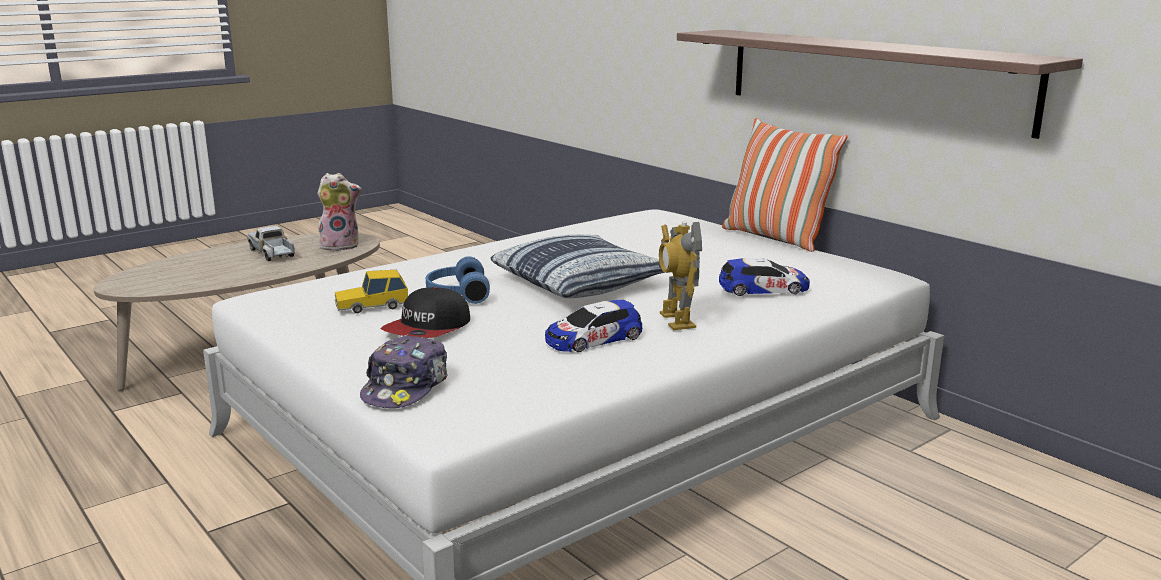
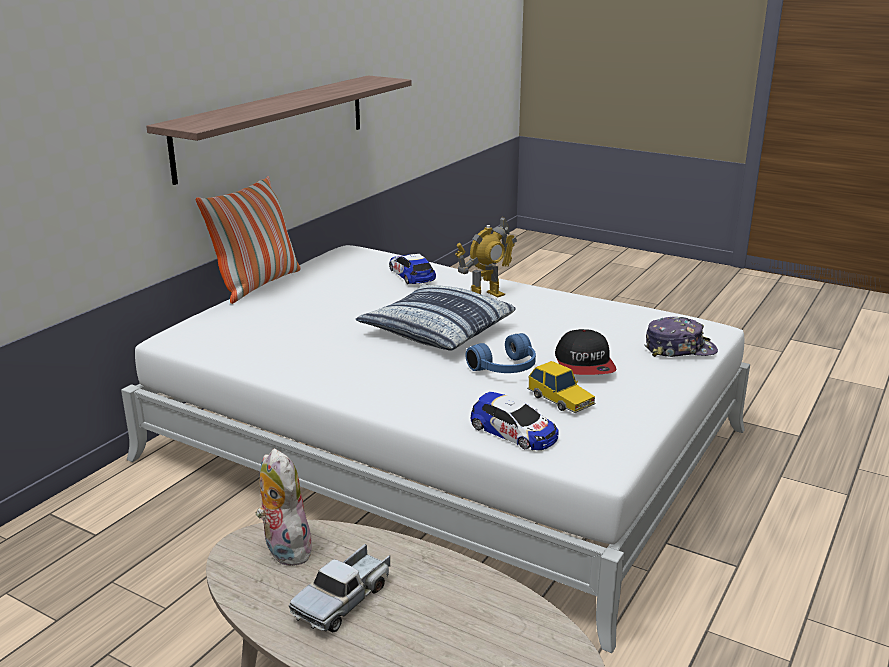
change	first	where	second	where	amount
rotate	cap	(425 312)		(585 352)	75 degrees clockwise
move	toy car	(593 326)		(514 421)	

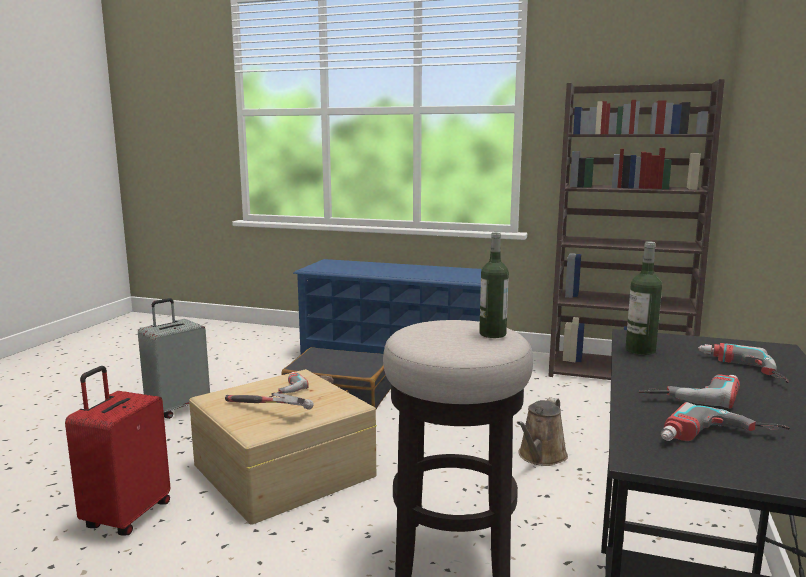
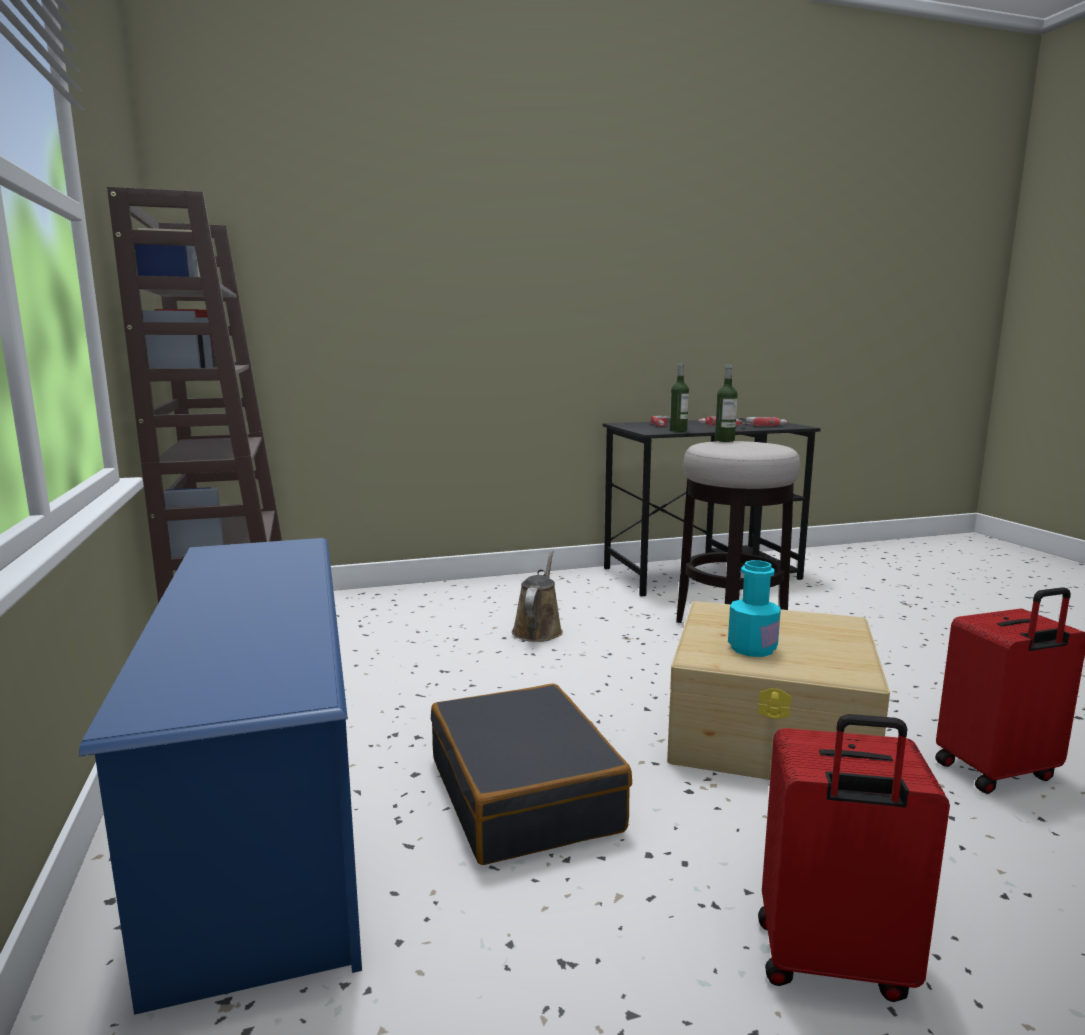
change	first	where	second	where	amount
recolor	suitcase (grey)	(174 358)	suitcase (red)	(854 858)	
replace	power drill	(289 384)	bottle (turquoise)	(754 608)	
delete	hammer	(269 401)			
rotate	watering can (brown)	(542 431)		(537 596)	75 degrees counterclockwise

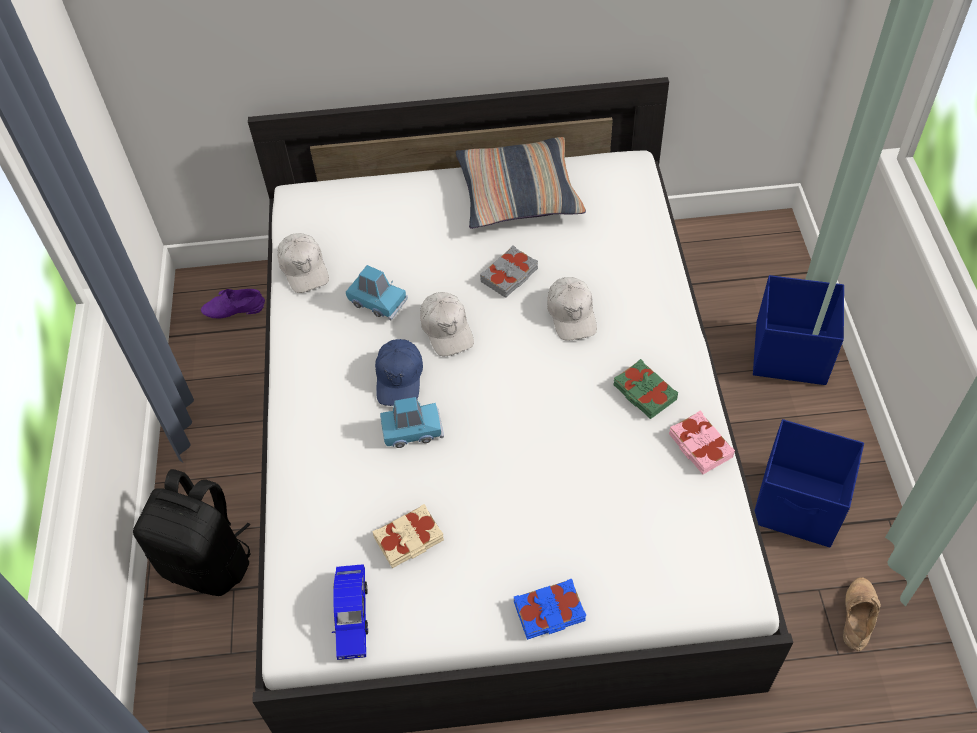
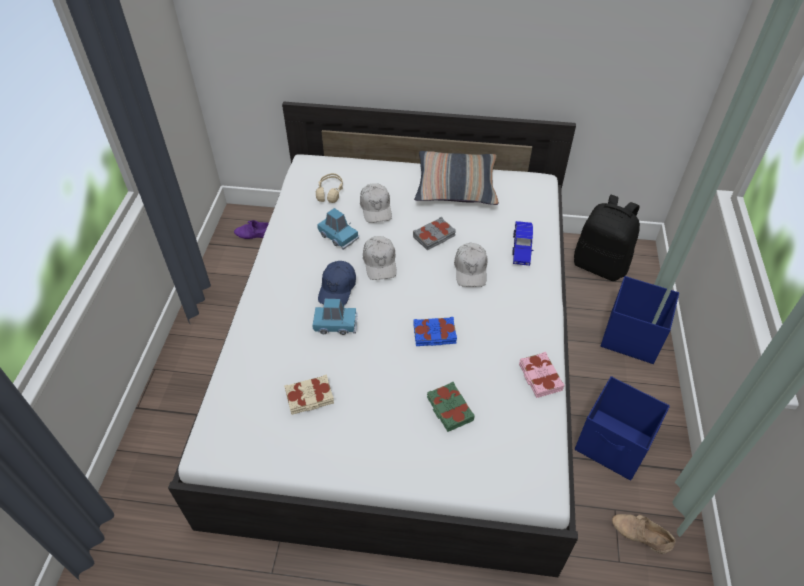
change	first	where	second	where	amount
move	cap (white)	(303 263)		(376 203)	
move	book (green)	(646 389)		(451 407)	
move	backpack (black)	(192 532)		(607 238)	
move	toy car (blue)	(350 612)		(523 243)	
rotate	shoe (beige)	(862 614)		(644 534)	90 degrees counterclockwise
move	book (blue)	(550 609)		(435 331)	
insert			headphones (beige)	(329 188)	

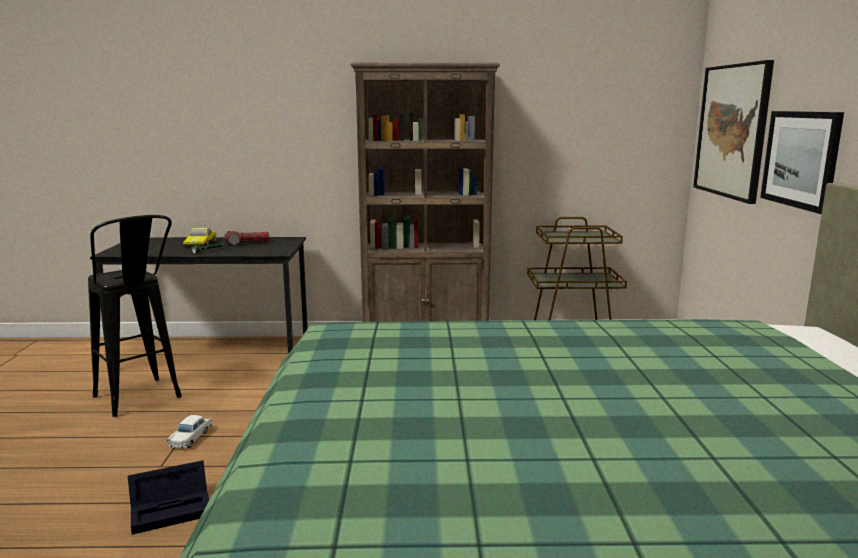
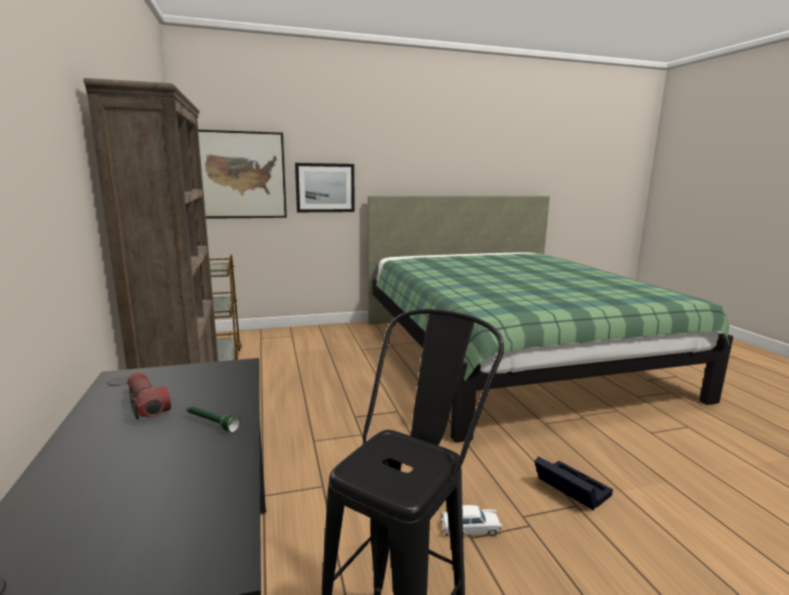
change	first	where	second	where	amount
delete	toy car	(200 237)			

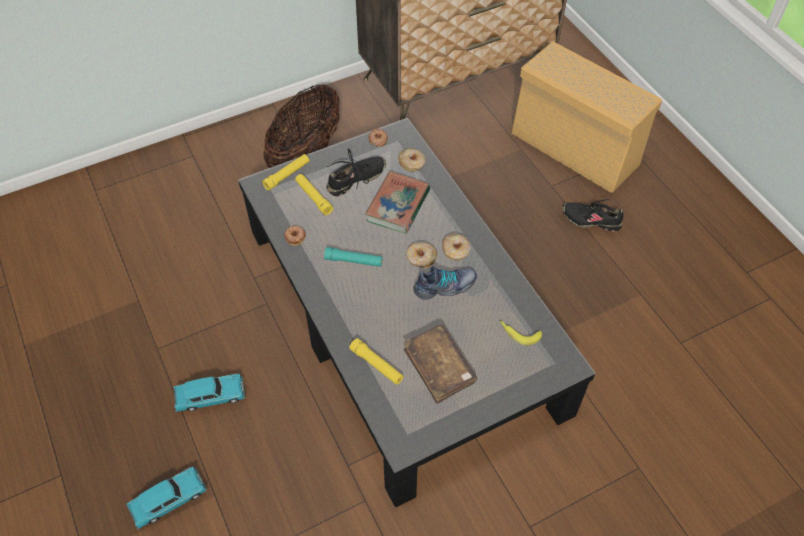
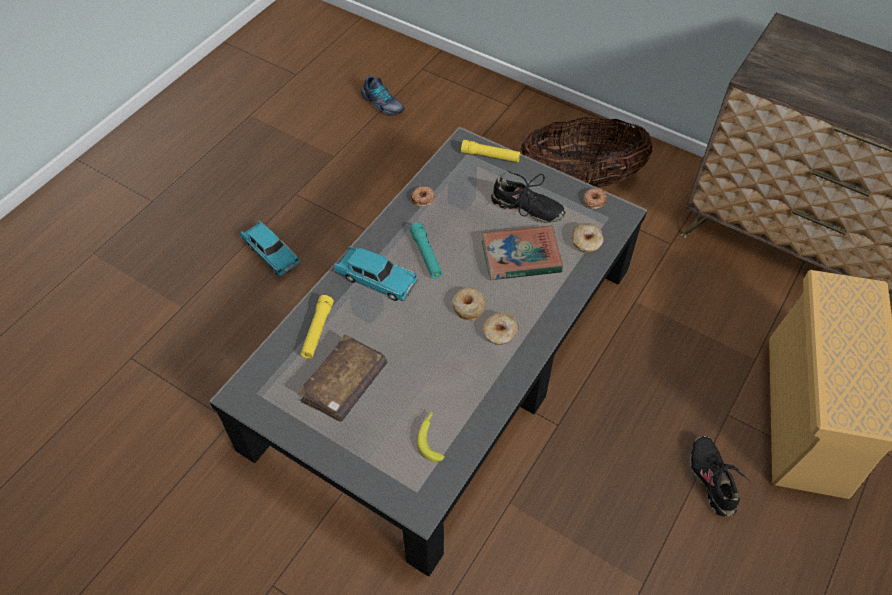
change	first	where	second	where	amount
delete	flashlight (yellow)	(314 194)			
move	shoe	(445 283)		(382 95)	
move	toy car (turquoise)	(167 498)		(376 273)	

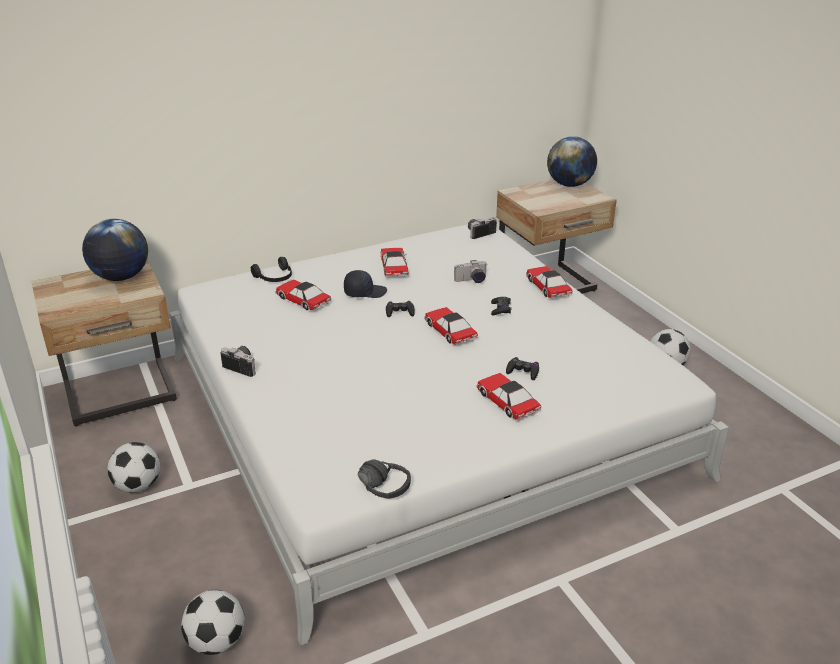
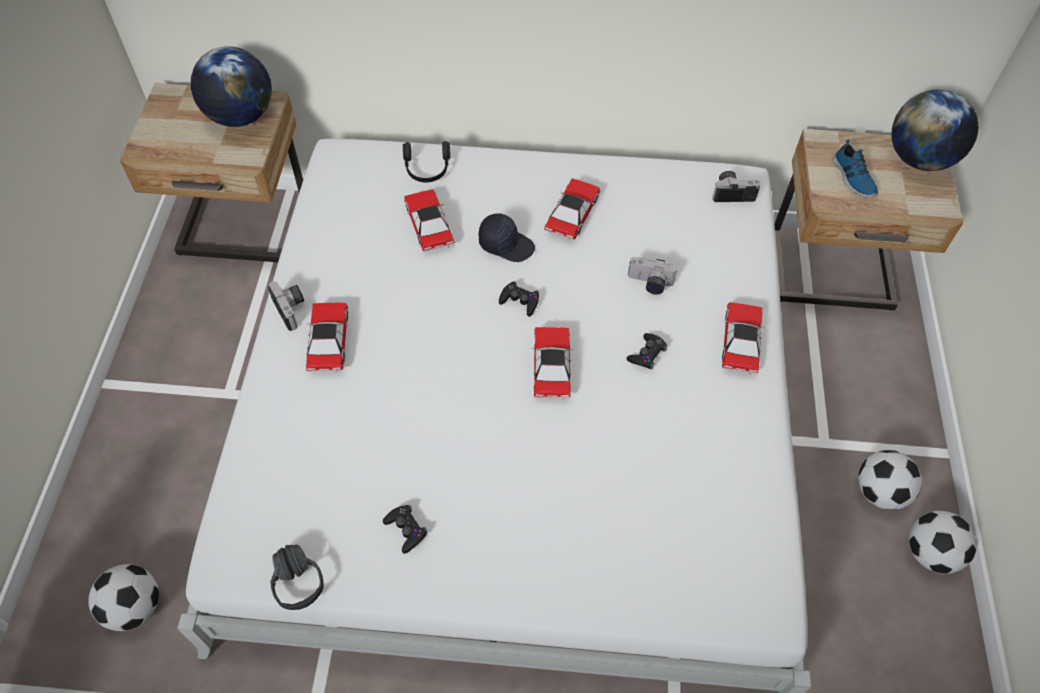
change	first	where	second	where	amount
move	game controller (black)	(522 368)		(405 529)	
move	toy car	(508 396)		(327 337)	
move	football	(133 467)		(943 542)	
insert			shoe	(855 168)	

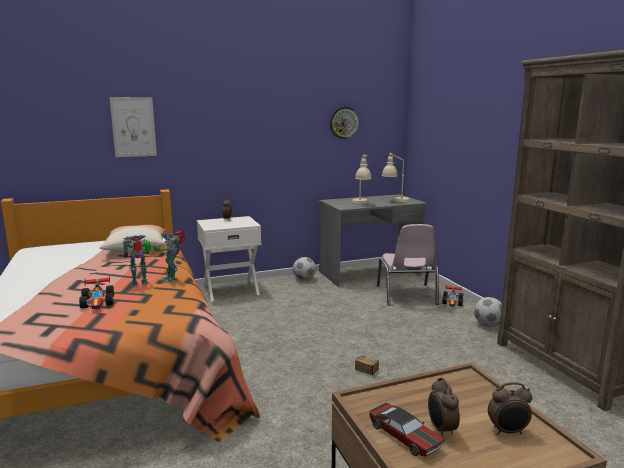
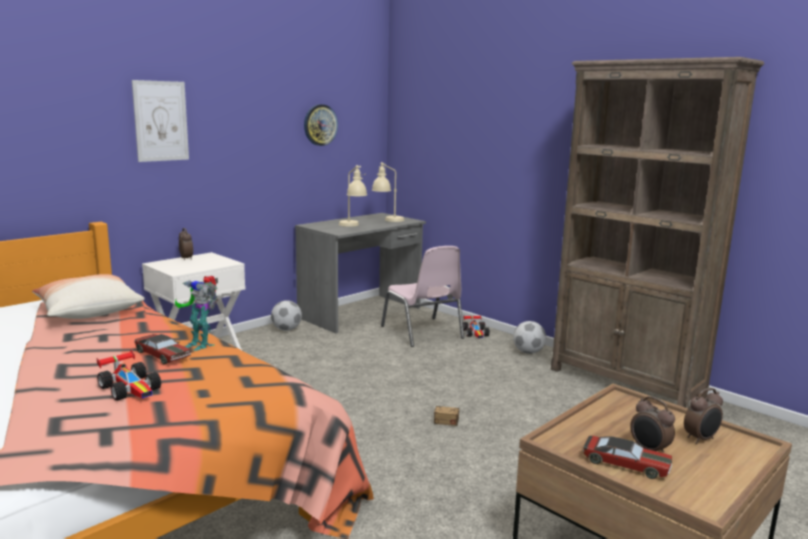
change	first	where	second	where	amount
move	picture	(133 127)		(160 121)	
replace	toy robot	(137 260)	toy car	(163 349)	

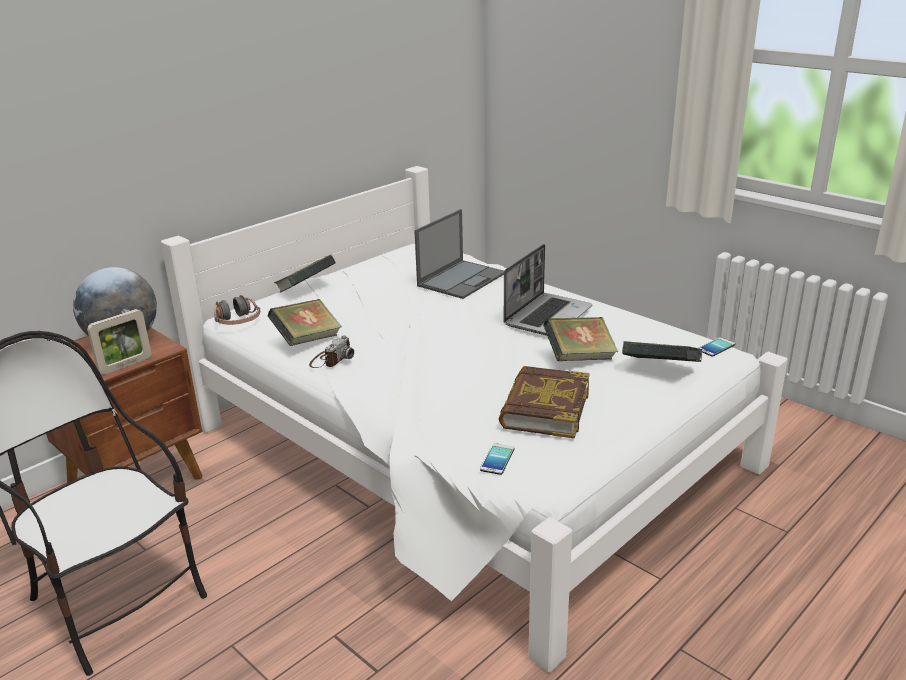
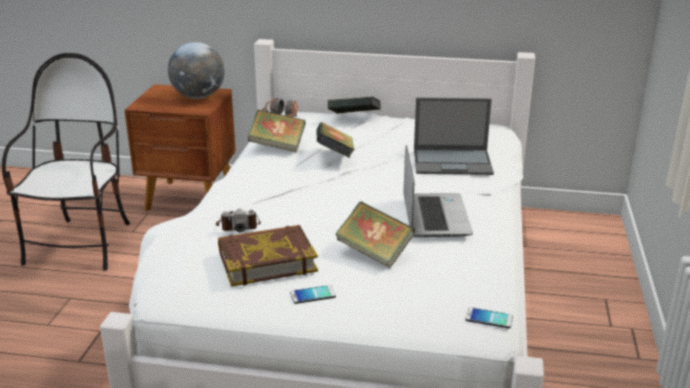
change	first	where	second	where	amount
rotate	laptop	(548 290)		(438 191)	90 degrees counterclockwise
delete	picture frame	(119 342)			
move	photo camera	(331 351)		(238 220)	
move	book	(662 351)		(335 140)	
move	phone	(497 459)		(313 294)	

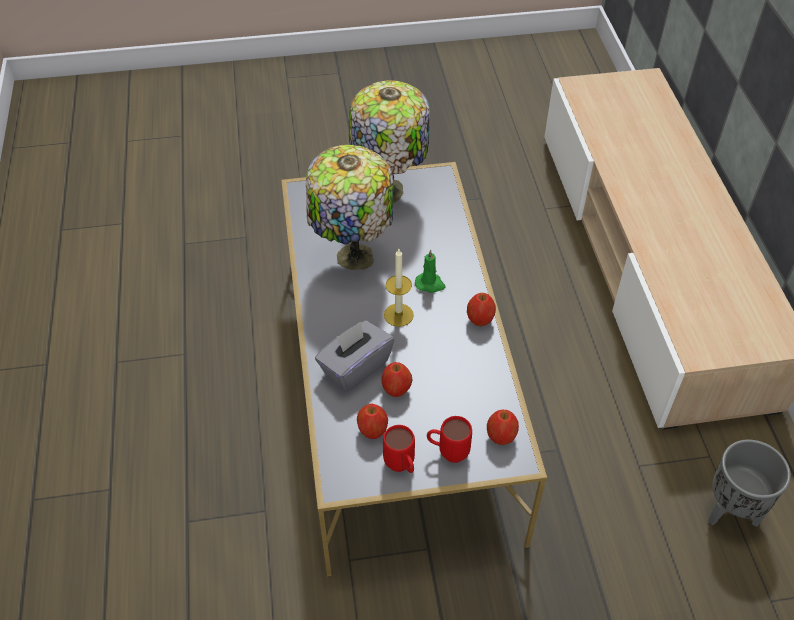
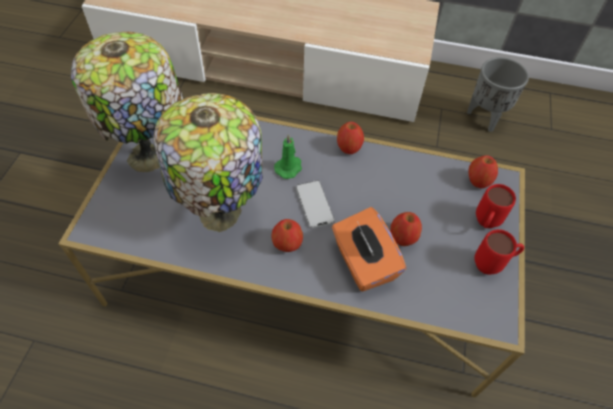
change	first	where	second	where	amount
replace	candle	(399 288)	phone	(315 204)	
recolor	tissue box (grey)	(354 356)	tissue box (orange)	(369 249)	
move	apple	(372 421)		(287 235)	

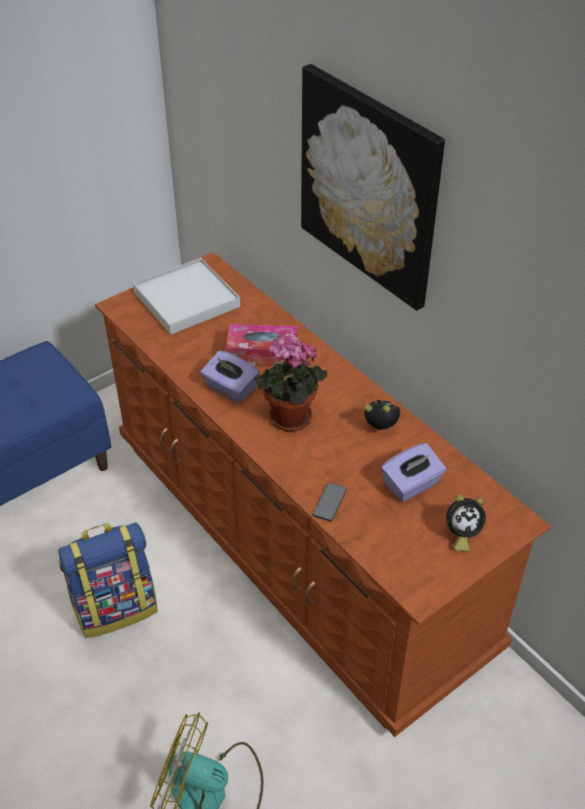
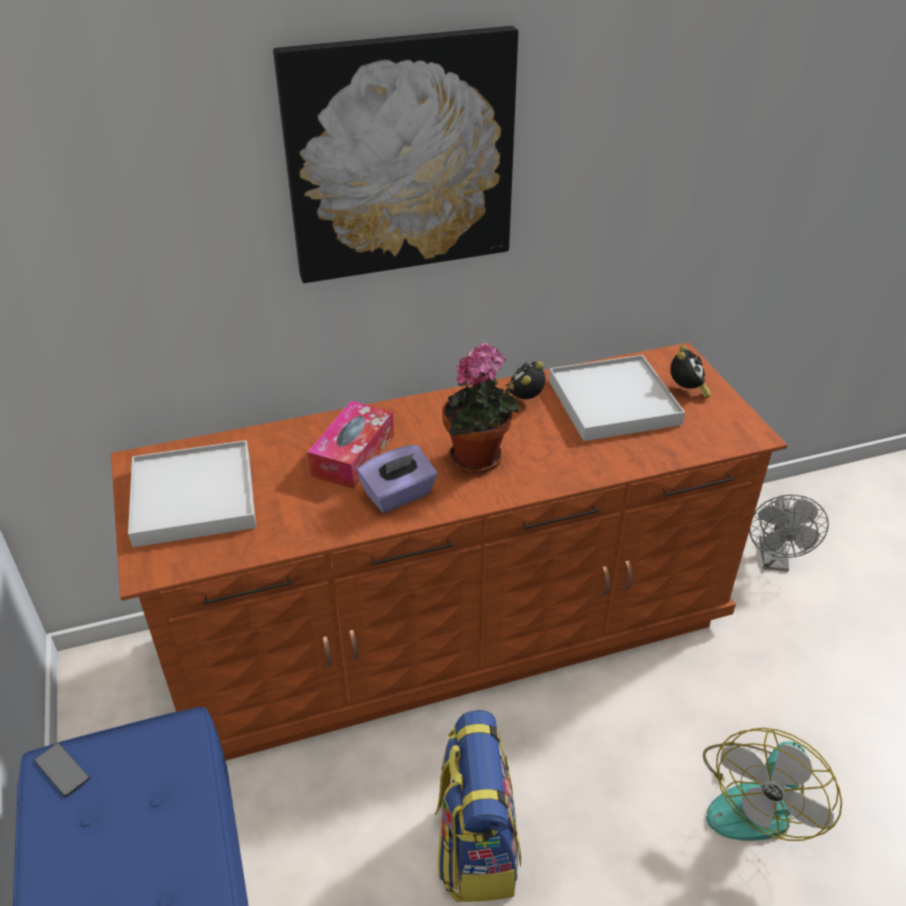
change	first	where	second	where	amount
replace	tissue box (purple)	(413 472)	tray (white)	(617 398)	
move	phone	(330 502)		(62 770)	
insert			fan (grey)	(789 533)	

